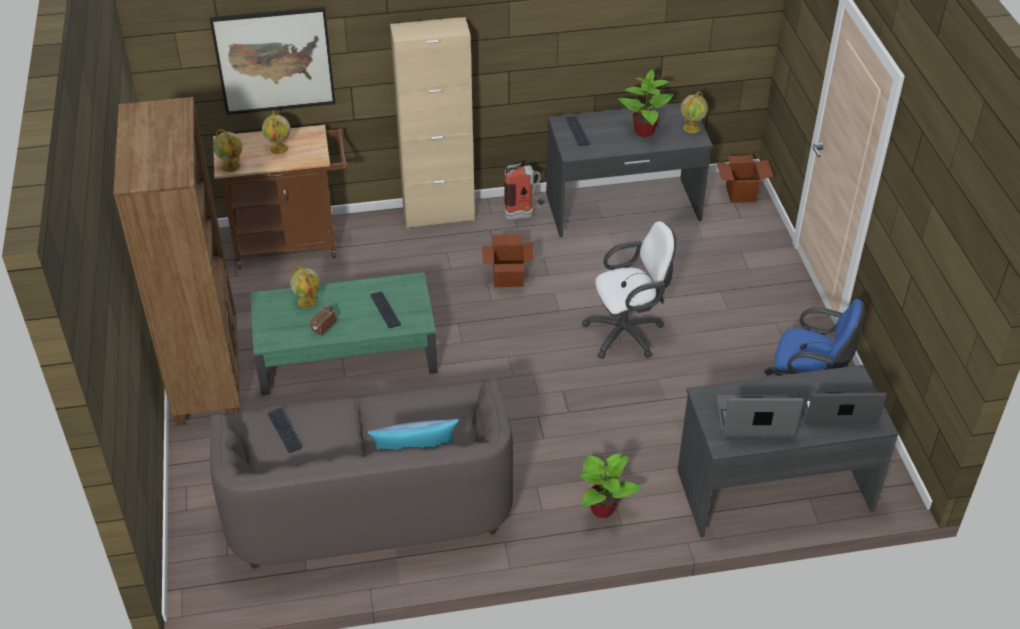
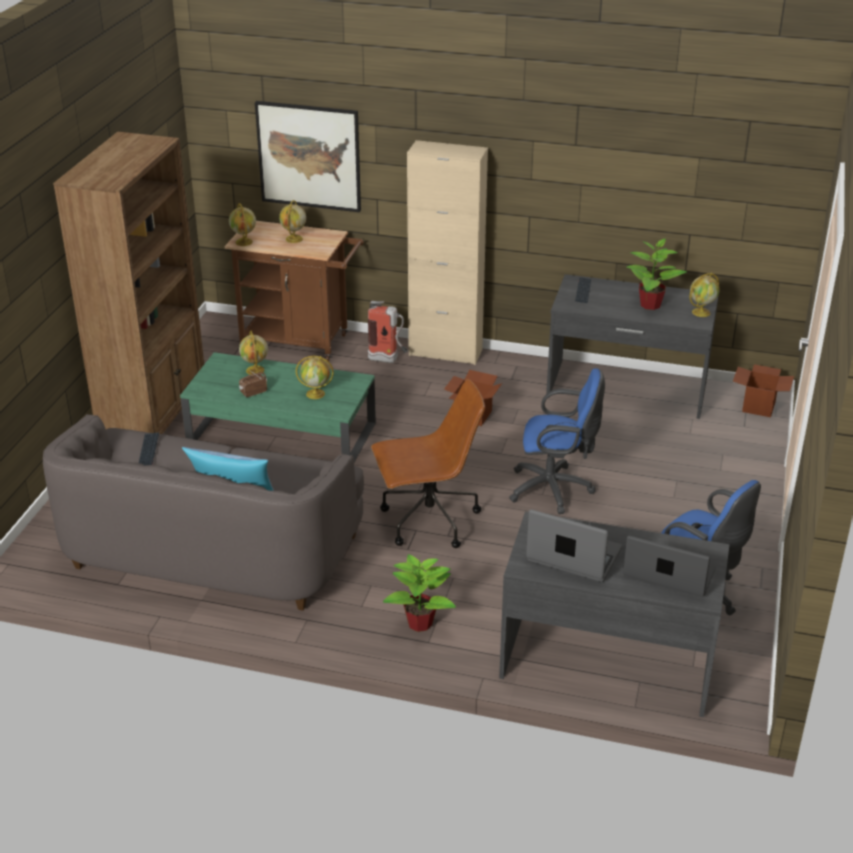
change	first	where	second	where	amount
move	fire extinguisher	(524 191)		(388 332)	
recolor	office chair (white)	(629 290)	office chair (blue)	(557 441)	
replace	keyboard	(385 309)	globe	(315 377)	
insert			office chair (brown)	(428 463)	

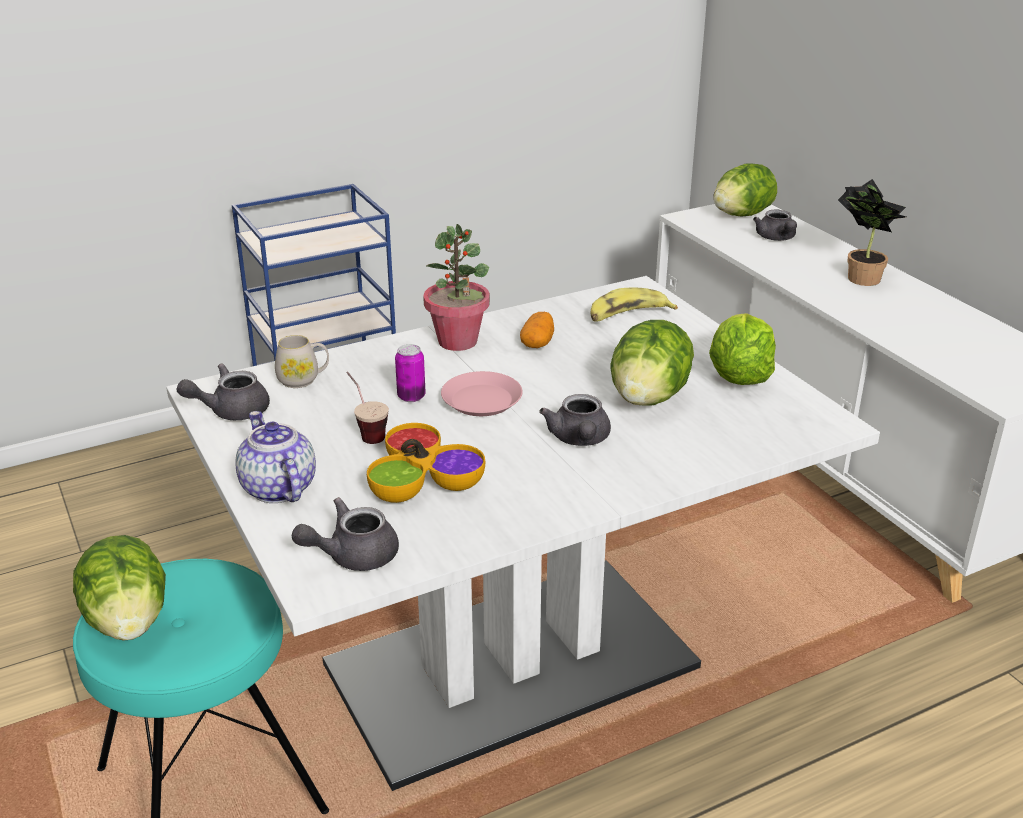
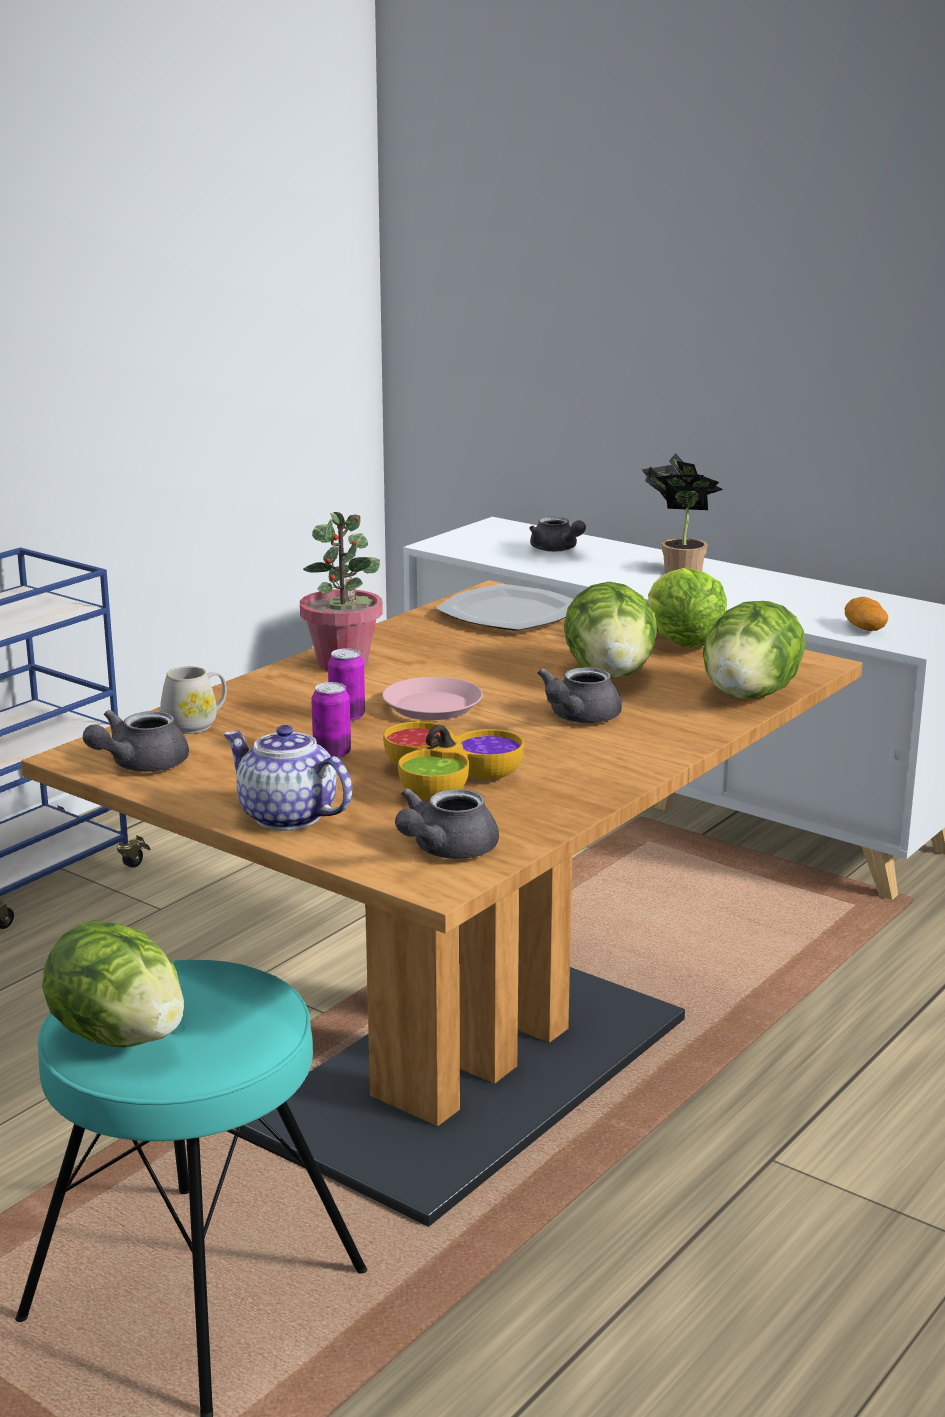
change	first	where	second	where	amount
move	lettuce	(745 189)		(754 650)	
recolor	dining table (white)	(523 533)	dining table (brown)	(441 903)	
replace	banana	(634 305)	plate	(504 607)	
move	potato	(537 330)		(866 614)	
replace	cup	(367 407)	can	(331 720)	
rotate	teapot (grey)	(575 420)		(579 695)	60 degrees clockwise

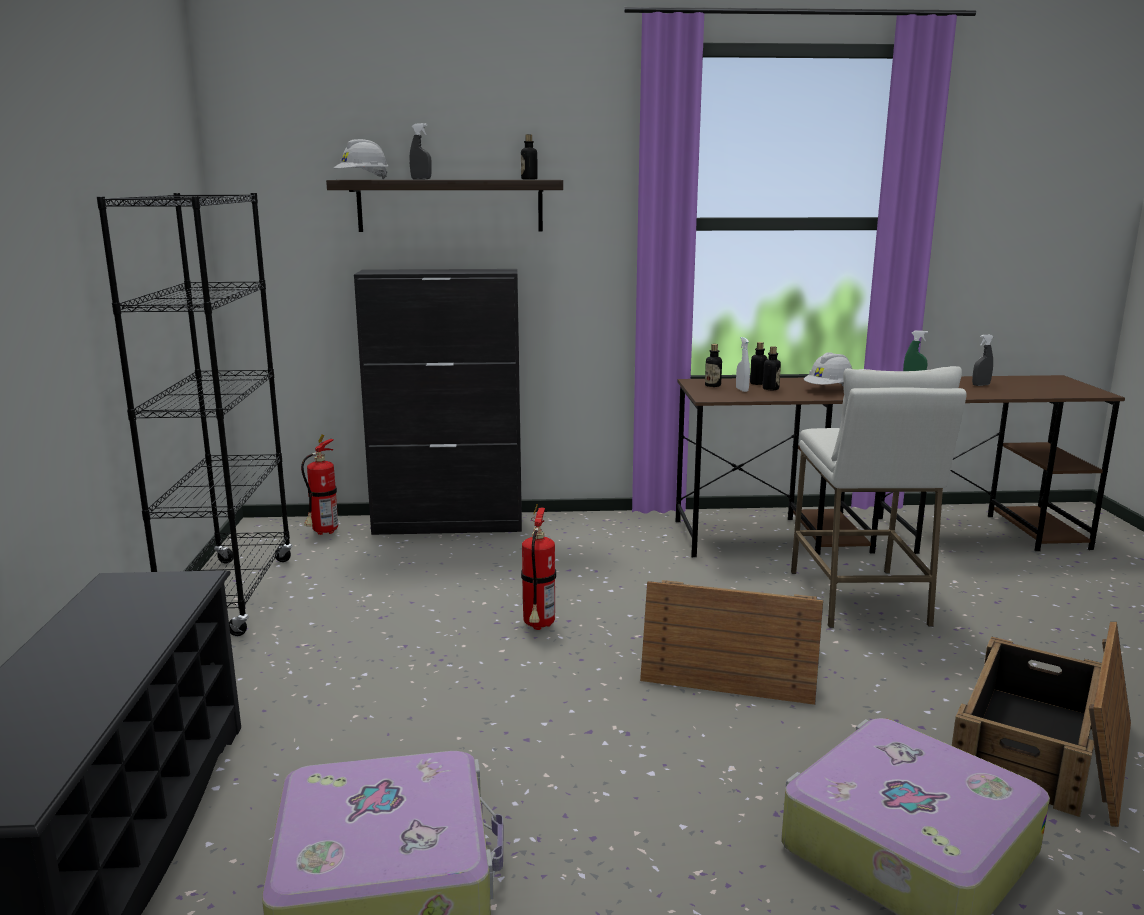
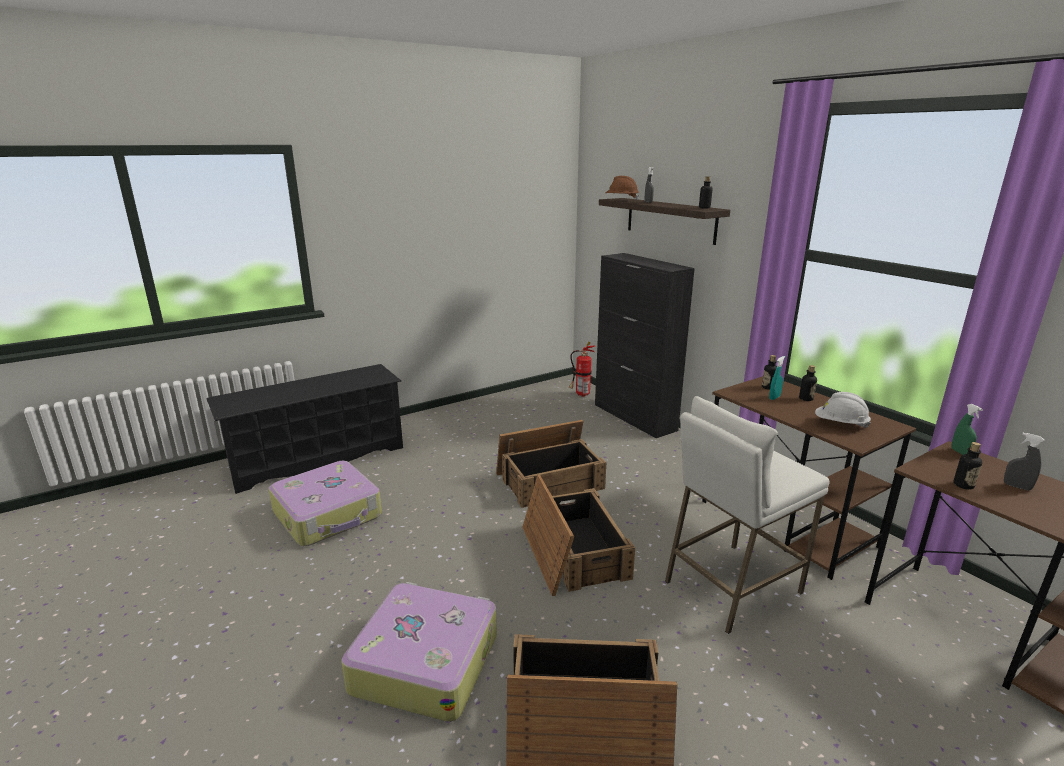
change	first	where	second	where	amount
recolor	hard hat (white)	(361 159)	hard hat (brown)	(622 188)	
delete	bookcase (black)	(195 414)			
recolor	spray bottle (white)	(743 364)	spray bottle (turquoise)	(777 378)	
move	bottle	(772 368)		(967 466)	
replace	fire extinguisher	(538 567)	crate	(551 464)	

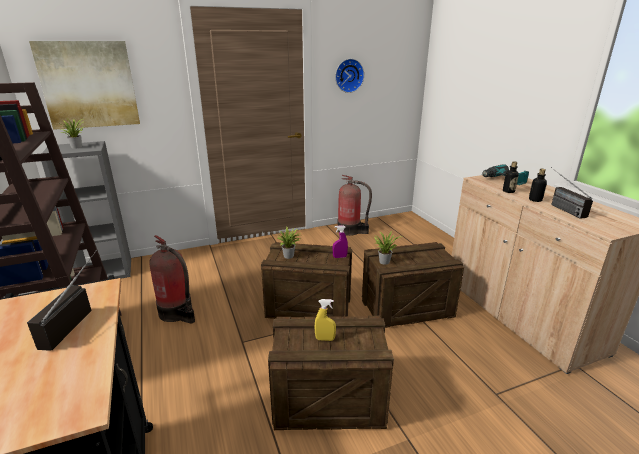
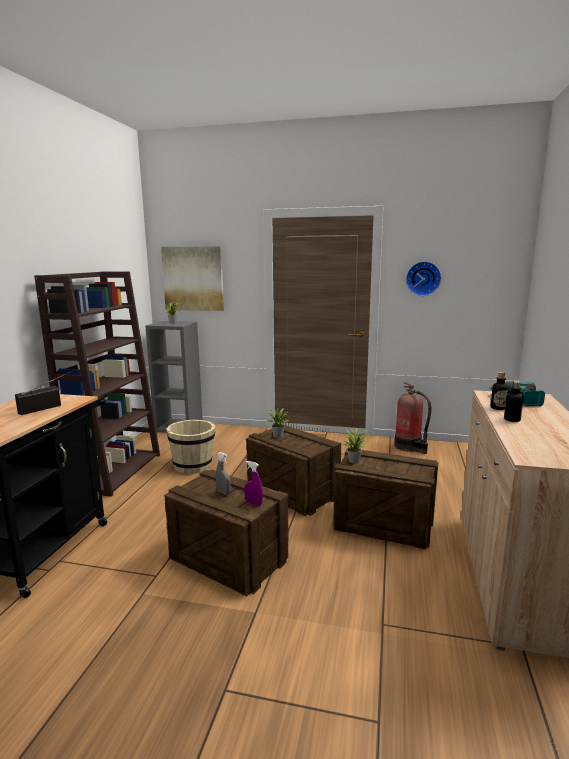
change	first	where	second	where	amount
delete	radio	(572 193)			
move	spray bottle (purple)	(340 241)		(253 483)	
replace	fire extinguisher	(172 279)	bucket (beige)	(191 447)	
recolor	spray bottle (yellow)	(325 320)	spray bottle (grey)	(223 473)	

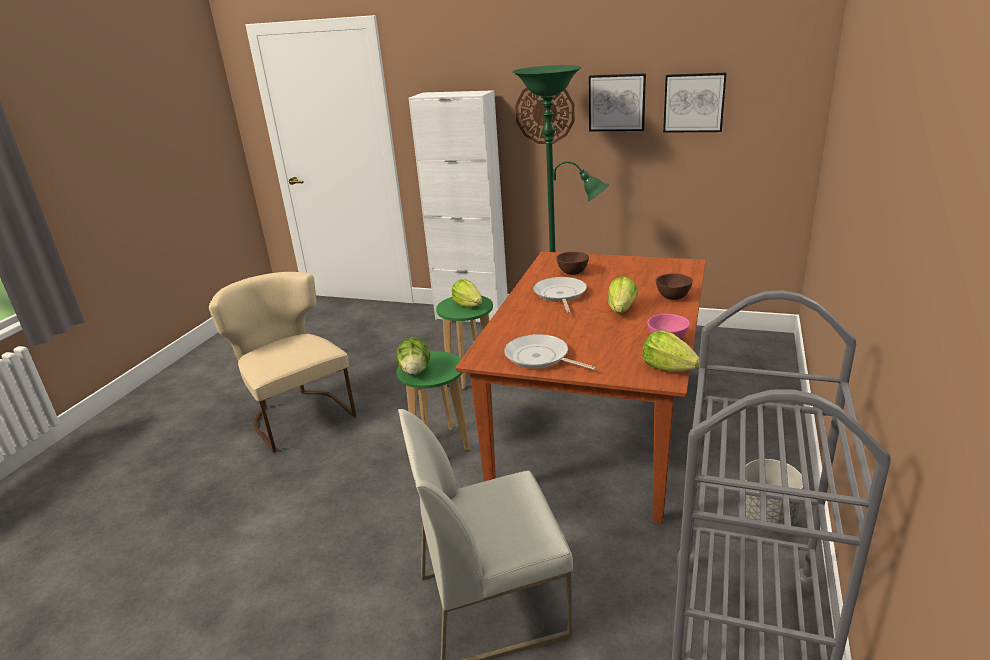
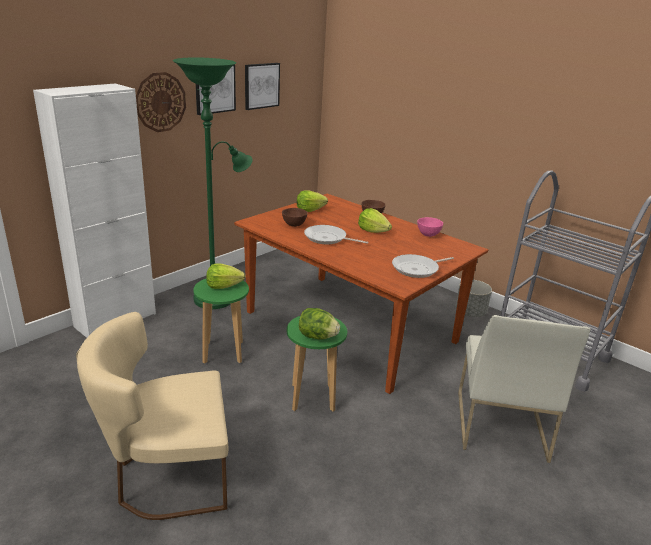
change	first	where	second	where	amount
move	lettuce	(671 351)		(312 201)	

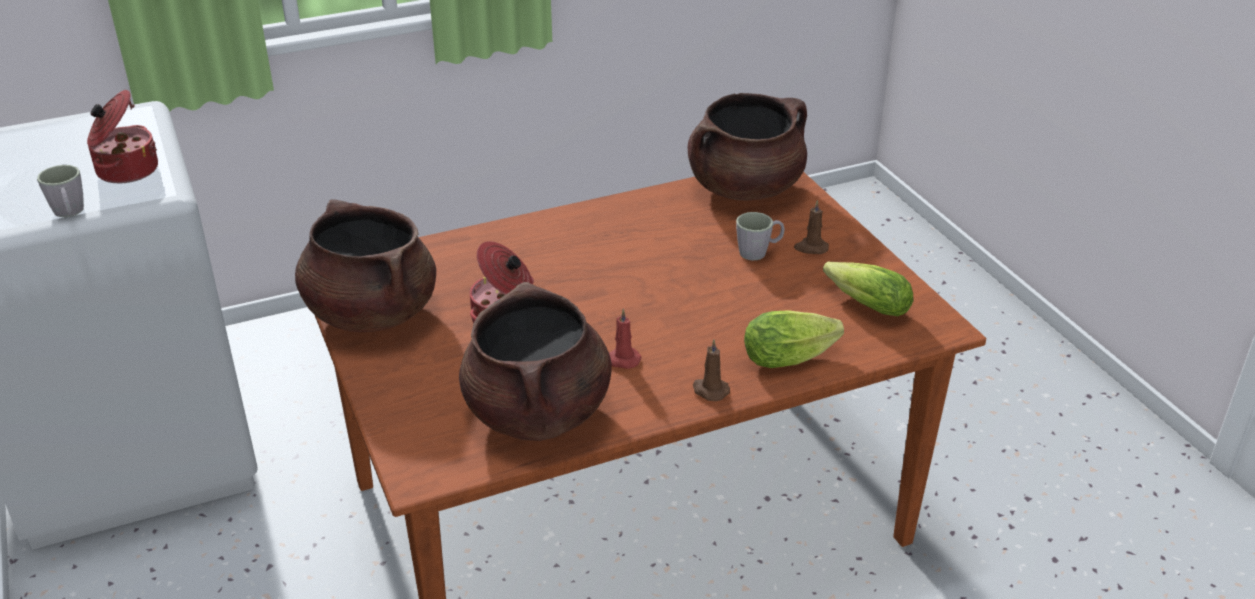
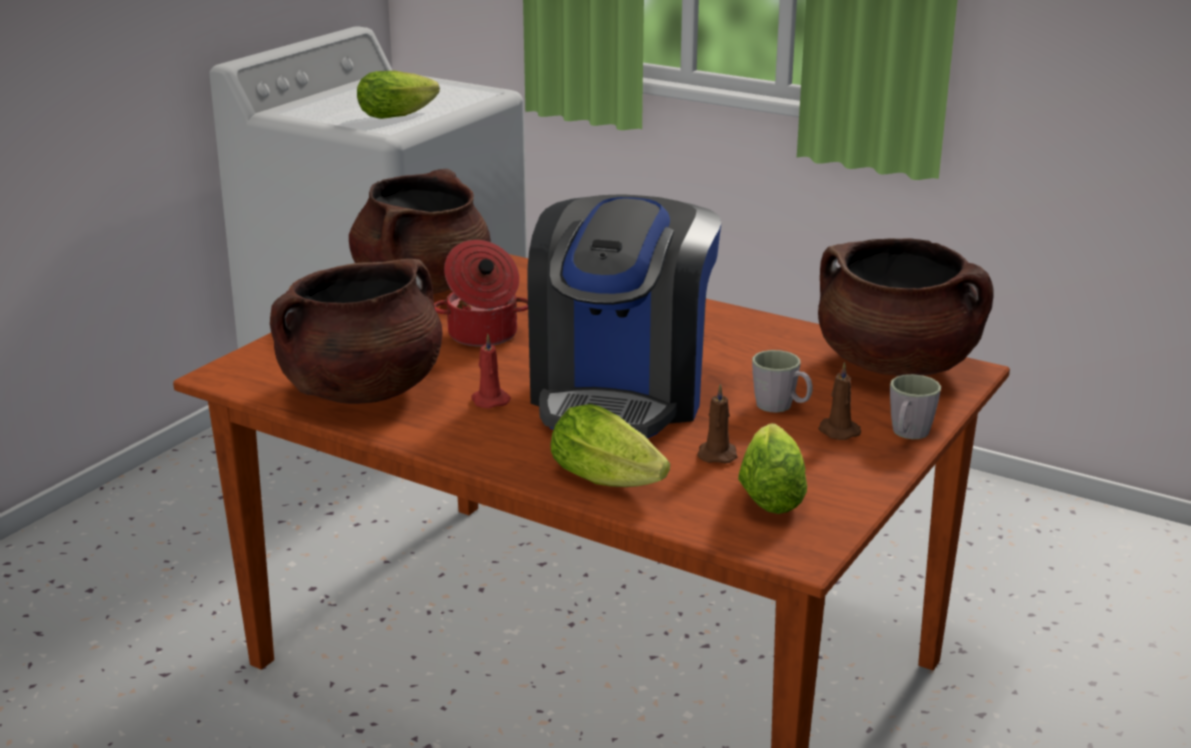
change	first	where	second	where	amount
replace	cooking pot	(122 137)	lettuce	(398 95)	
move	mug (grey)	(60 191)		(915 406)	
move	candle (brown)	(711 370)		(717 423)	
insert			coffee machine	(624 316)	

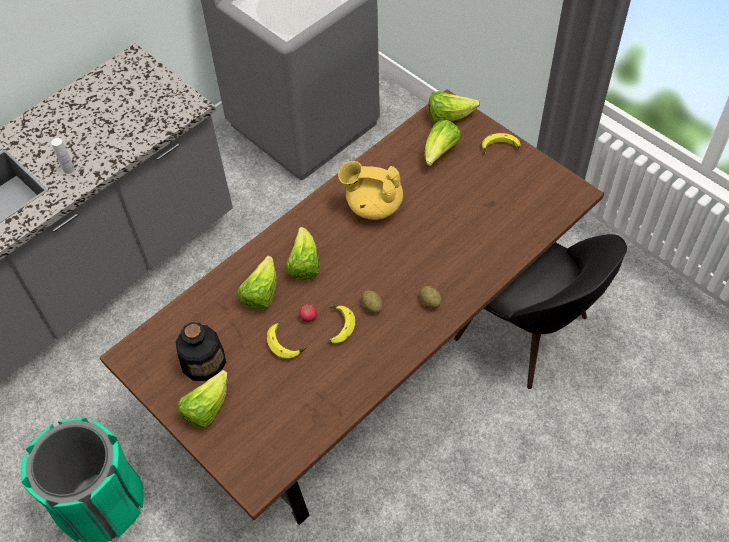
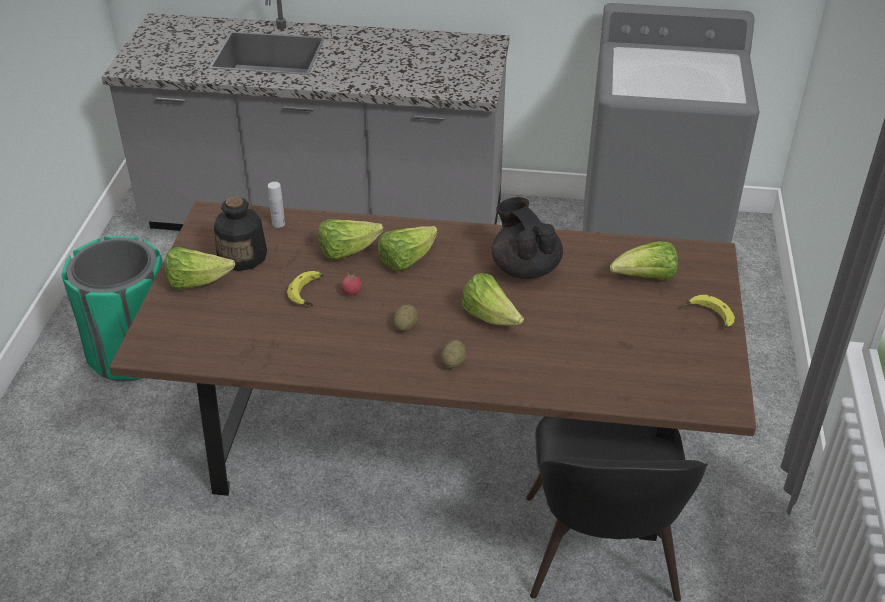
change	first	where	second	where	amount
move	lettuce	(454 107)		(493 299)	
move	bottle (white)	(63 156)		(276 205)	
recolor	teapot (yellow)	(370 190)	teapot (black)	(527 238)	
delete	banana	(342 324)			

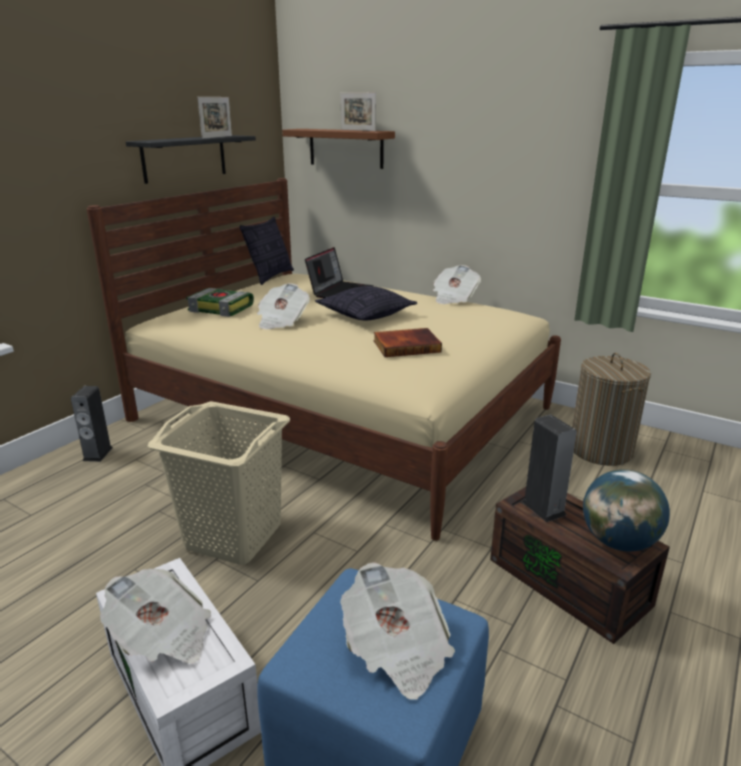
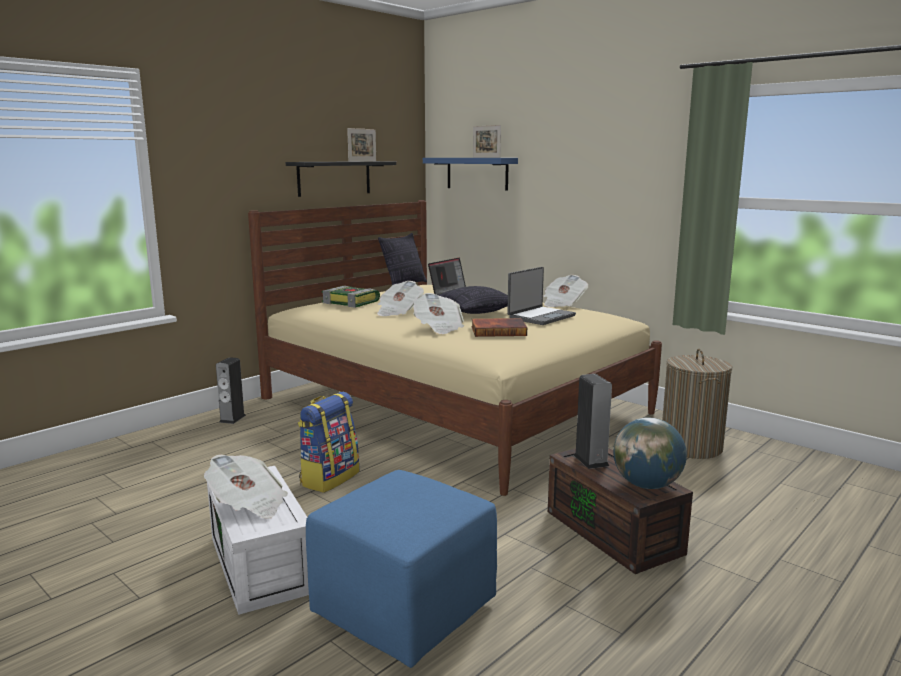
change	first	where	second	where	amount
recolor	shelf (brown)	(338 149)	shelf (blue)	(470 174)	
replace	laundry basket (beige)	(218 483)	backpack	(328 442)	
move	newspaper	(397 631)		(438 313)	
insert			laptop	(541 296)	

